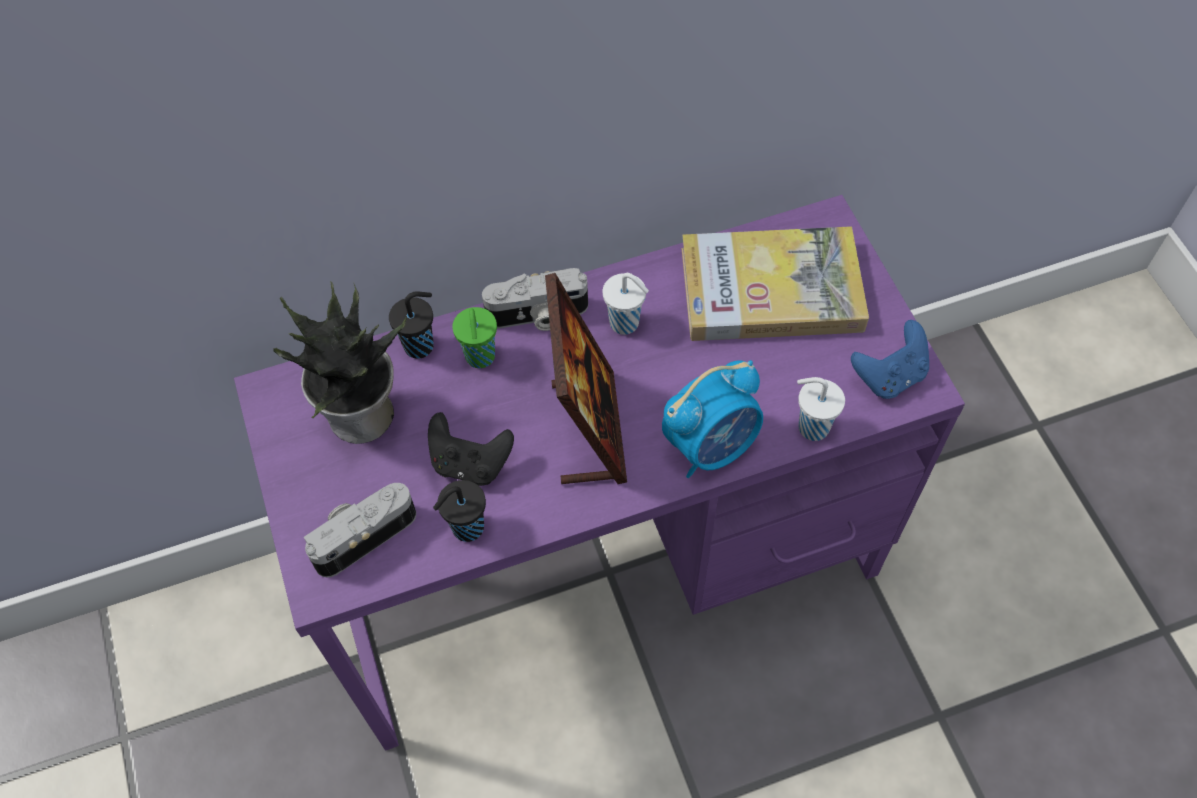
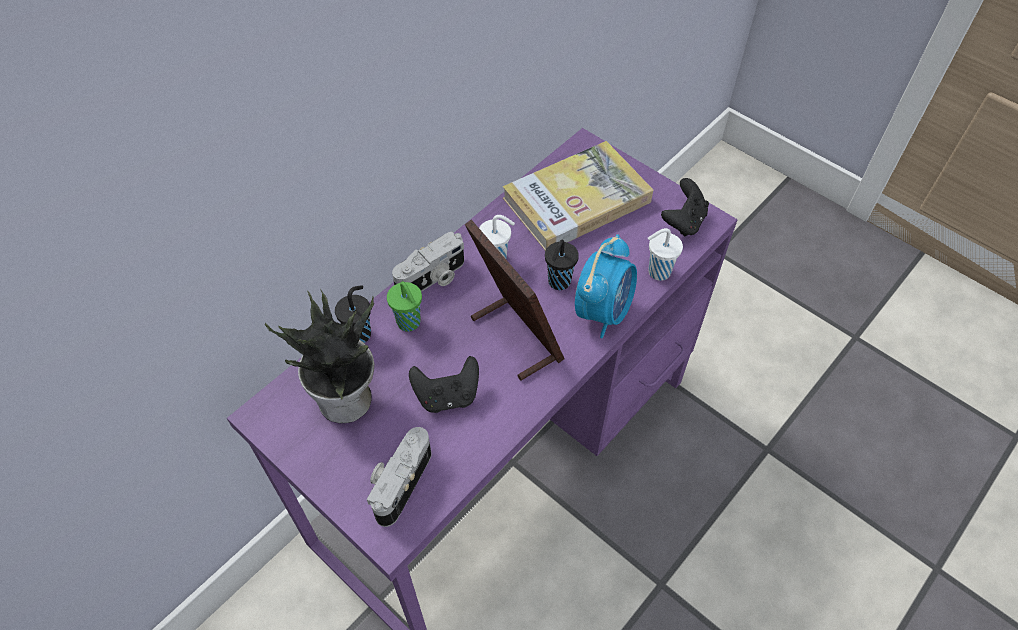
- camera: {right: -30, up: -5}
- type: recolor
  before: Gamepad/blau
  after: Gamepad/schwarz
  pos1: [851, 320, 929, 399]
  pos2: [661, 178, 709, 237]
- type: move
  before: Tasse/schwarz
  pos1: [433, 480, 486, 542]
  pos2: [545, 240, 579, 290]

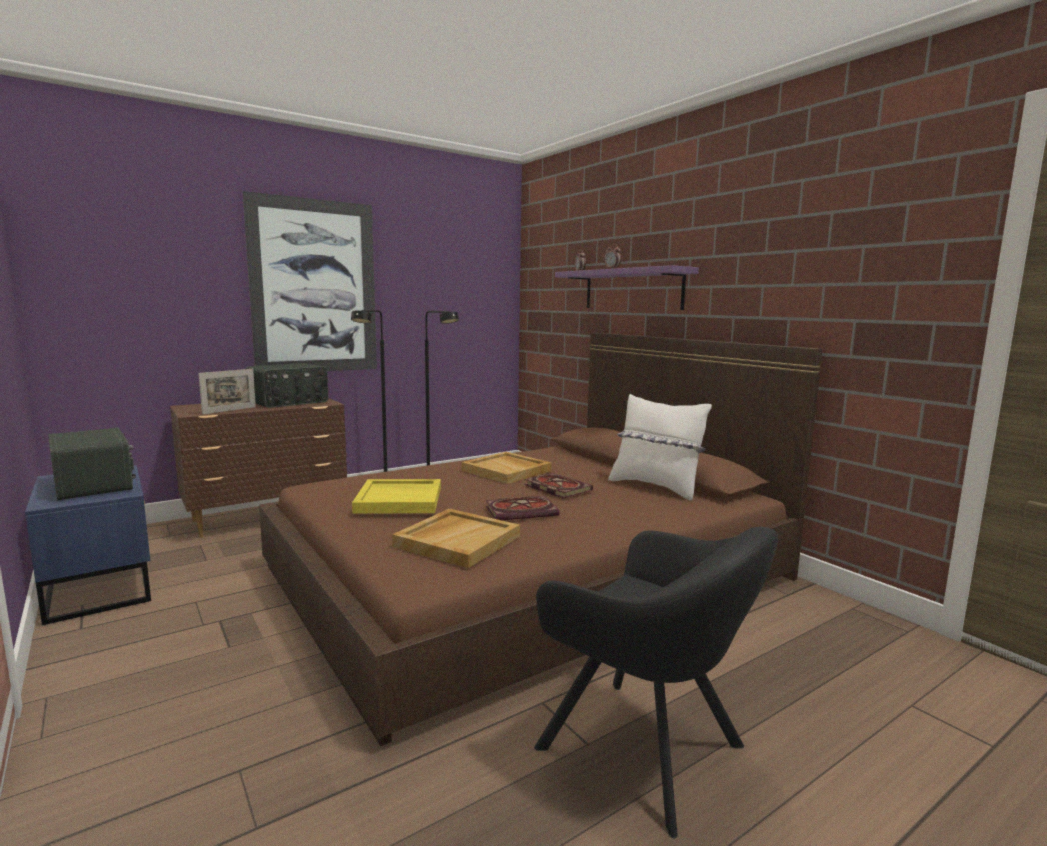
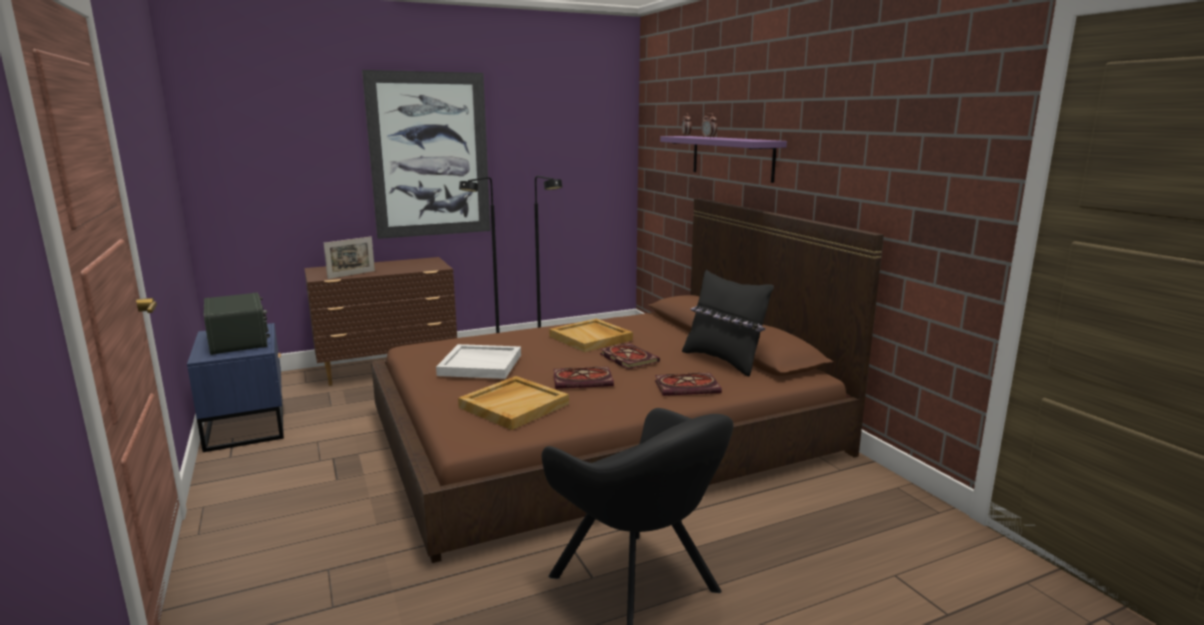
- camera: {right: 10, up: 5}
- type: delete
  before: Radio
  pos1: [246, 363, 328, 408]
- type: recolor
  before: Kissen/weiß
  after: Kissen/schwarz
  pos1: [608, 394, 712, 501]
  pos2: [682, 270, 774, 377]
- type: recolor
  before: Tablett/gelb
  after: Tablett/weiß
  pos1: [352, 479, 441, 514]
  pos2: [436, 344, 521, 379]
- type: insert
  after: Buch
  pos2: [655, 373, 722, 396]

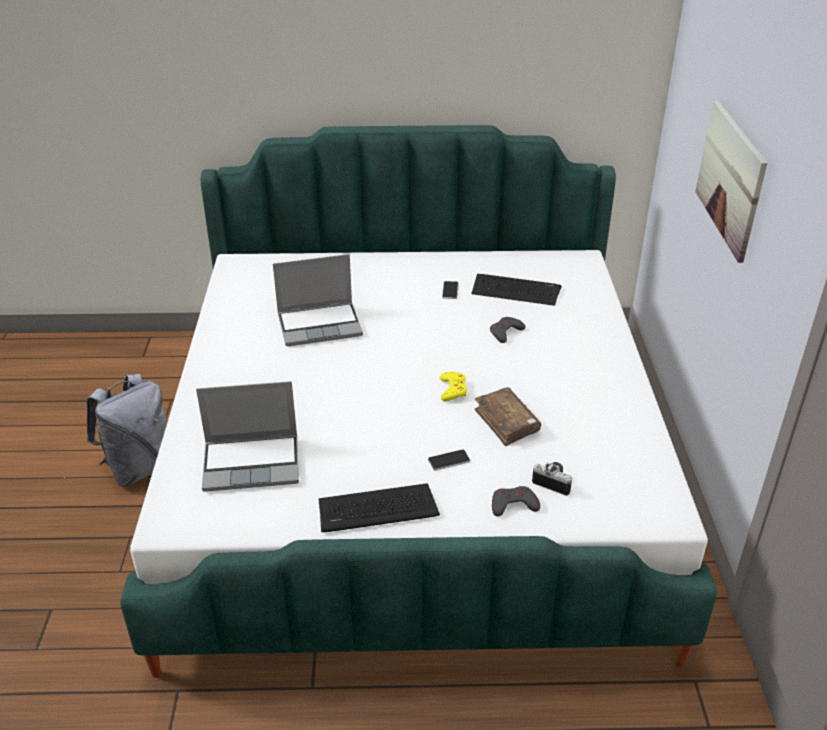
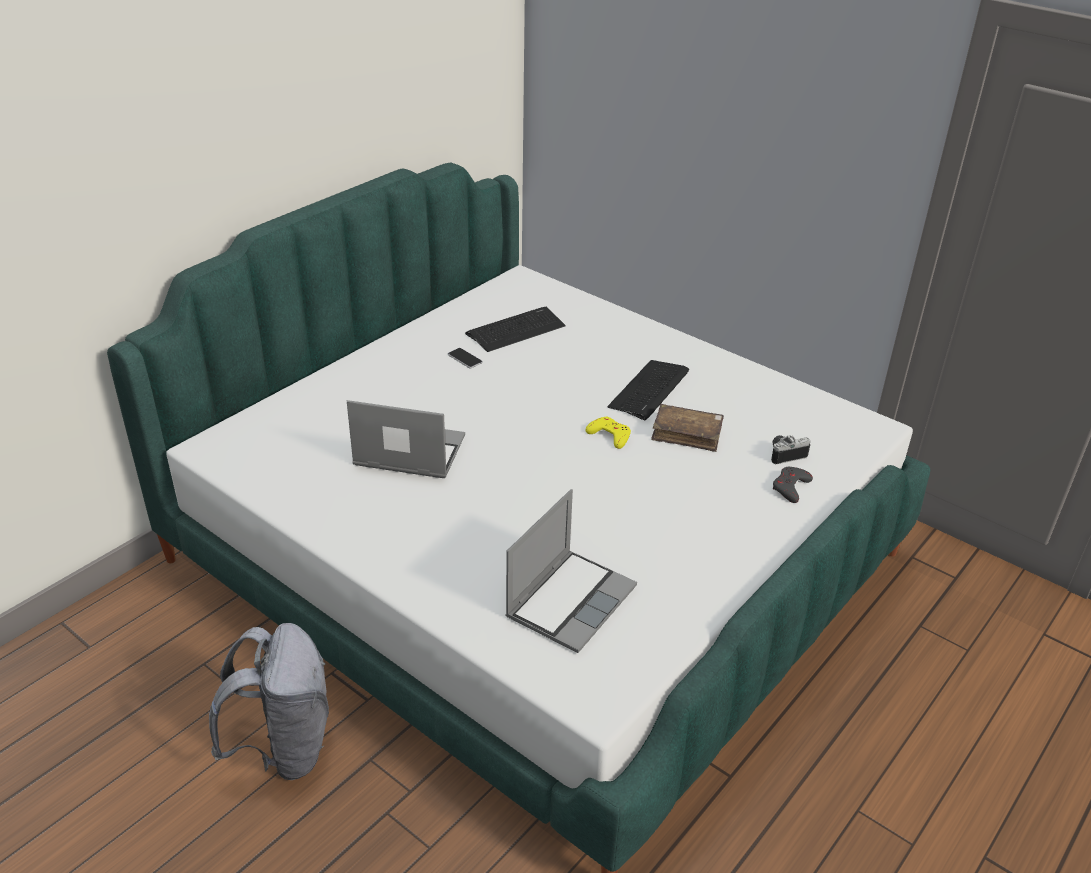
- camera: {right: -50, up: 0}
- type: delete
  before: Bild
  pos1: [695, 101, 767, 263]
- type: rotate
  before: Laptop
  pos1: [273, 254, 363, 346]
  pos2: [347, 400, 465, 478]
  turn: -105
- type: delete
  before: Gamepad/grau
  pos1: [490, 317, 525, 343]
- type: delete
  before: Handy
  pos1: [428, 449, 470, 471]
- type: move
  before: Tastatur
  pos1: [319, 483, 440, 532]
  pos2: [607, 360, 689, 420]

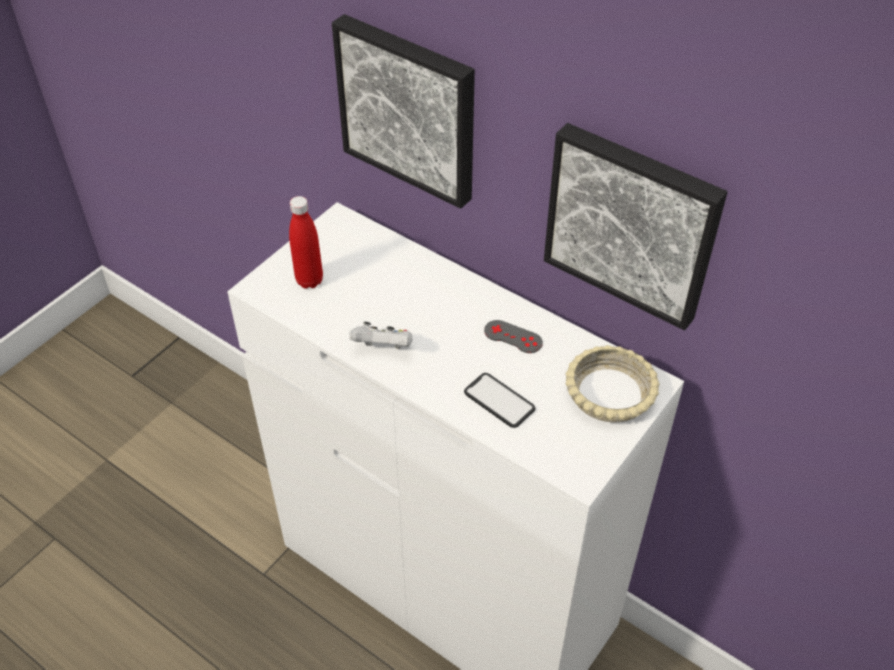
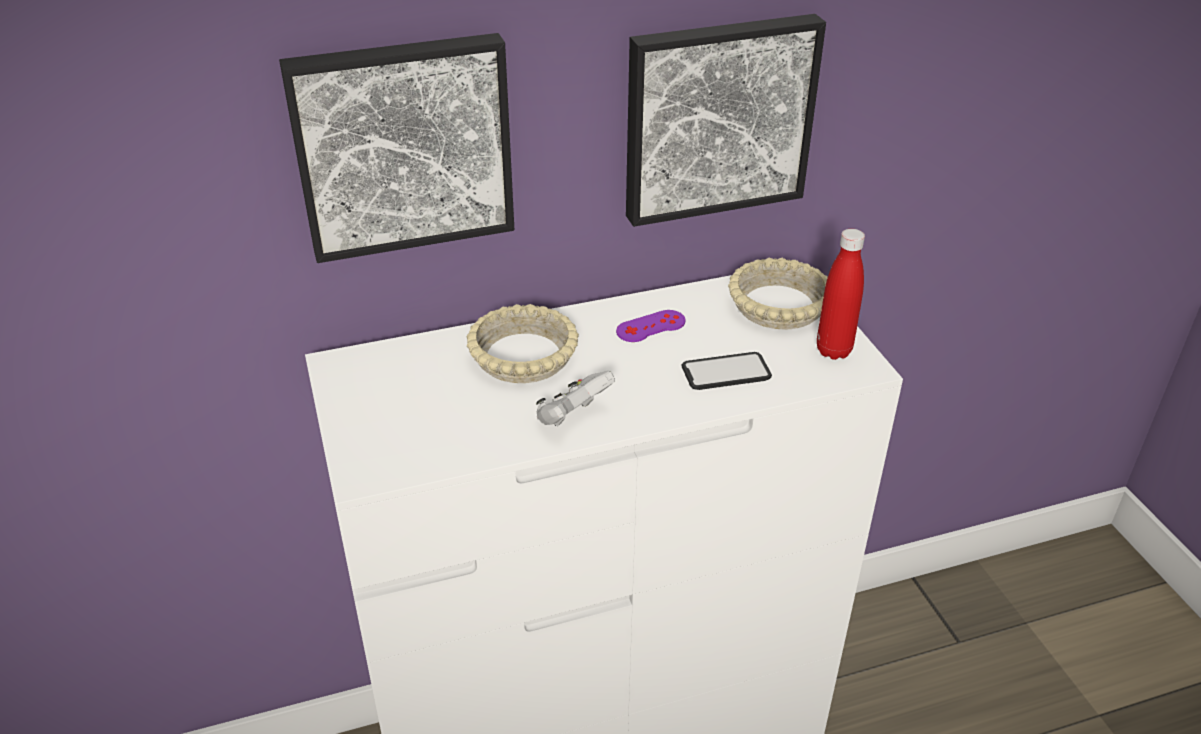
- camera: {right: -55, up: -10}
- type: move
  before: Flasche/rot
  pos1: [289, 196, 323, 289]
  pos2: [817, 229, 865, 360]
- type: recolor
  before: Gamepad/grau
  after: Gamepad/lila
  pos1: [484, 320, 543, 353]
  pos2: [616, 310, 686, 342]
- type: insert
  after: Schüssel/beige
  pos2: [467, 304, 579, 383]

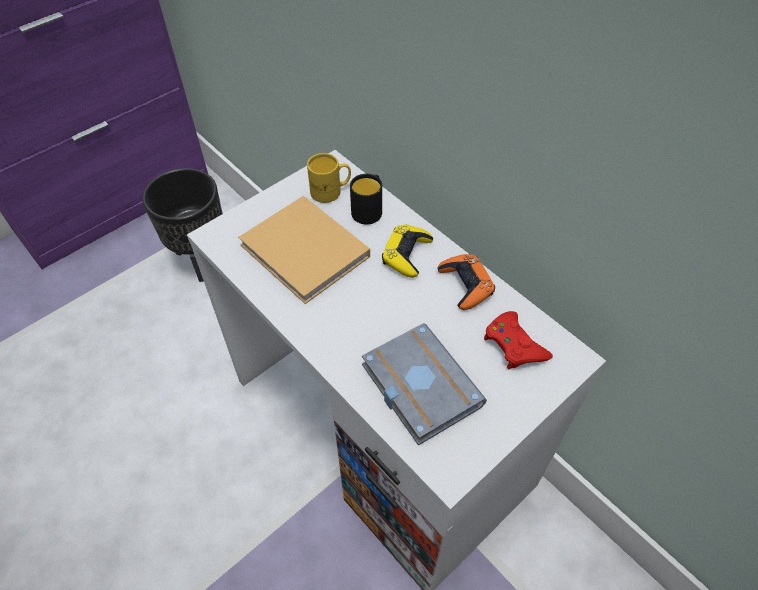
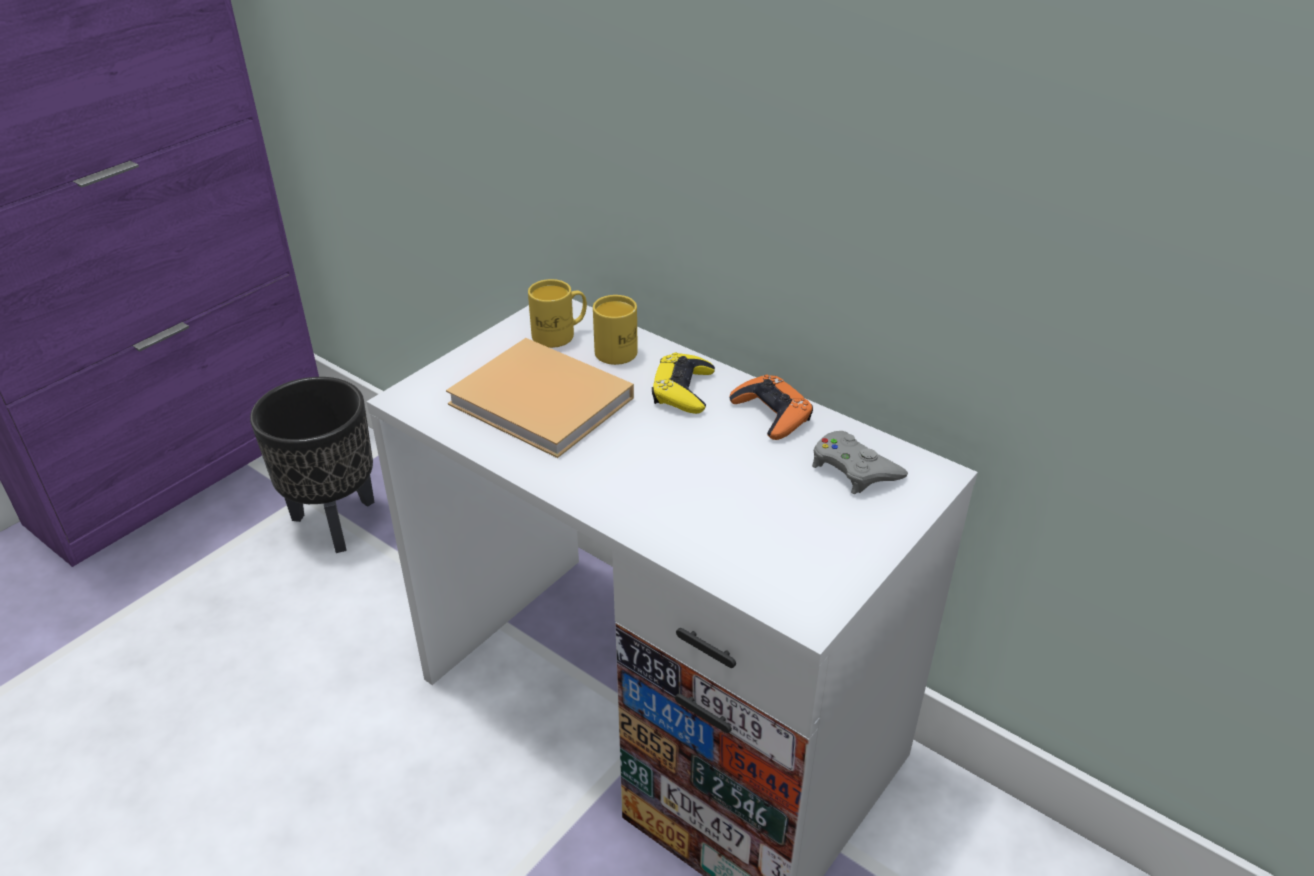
- camera: {right: -10, up: -15}
- type: recolor
  before: Henkelbecher/schwarz
  after: Henkelbecher/gelb
  pos1: [350, 174, 382, 225]
  pos2: [593, 295, 638, 365]
- type: recolor
  before: Gamepad/rot
  after: Gamepad/grau
  pos1: [484, 311, 553, 369]
  pos2: [812, 431, 908, 494]
- type: delete
  before: Buch/grau
  pos1: [362, 323, 487, 446]

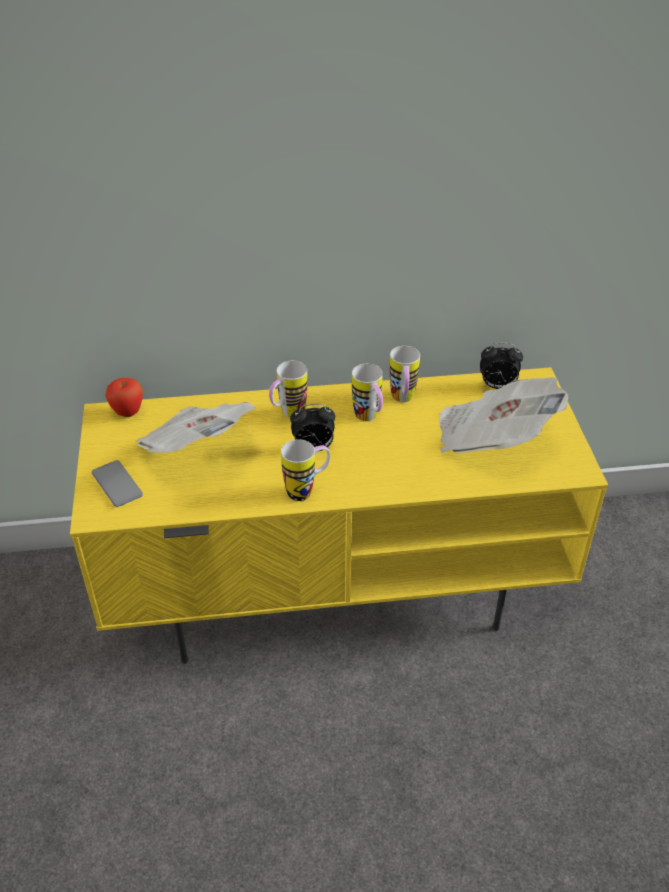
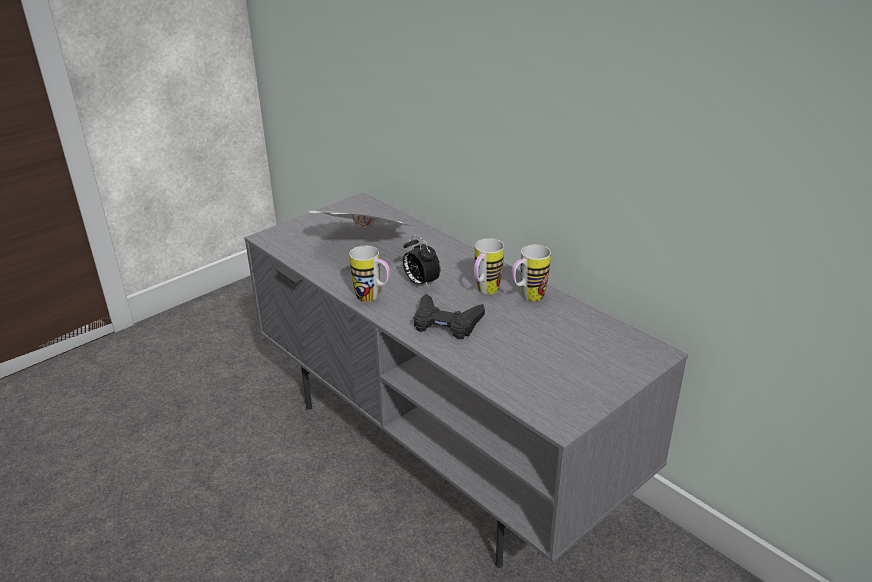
- camera: {right: 55, up: -10}
- type: delete
  before: Wecker
  pos1: [480, 343, 523, 389]
- type: delete
  before: Henkelbecher
  pos1: [269, 361, 307, 418]
- type: recolor
  before: Fernsehschrank/gelb
  after: Fernsehschrank/grau
  pos1: [70, 367, 608, 664]
  pos2: [244, 192, 688, 568]
- type: delete
  before: Zeitung
  pos1: [439, 377, 568, 453]
- type: delete
  before: Apfel
  pos1: [105, 378, 143, 417]
- type: delete
  before: Handy
  pos1: [92, 460, 143, 507]
- type: insert
  after: Gamepad/schwarz
  pos2: [414, 294, 485, 339]

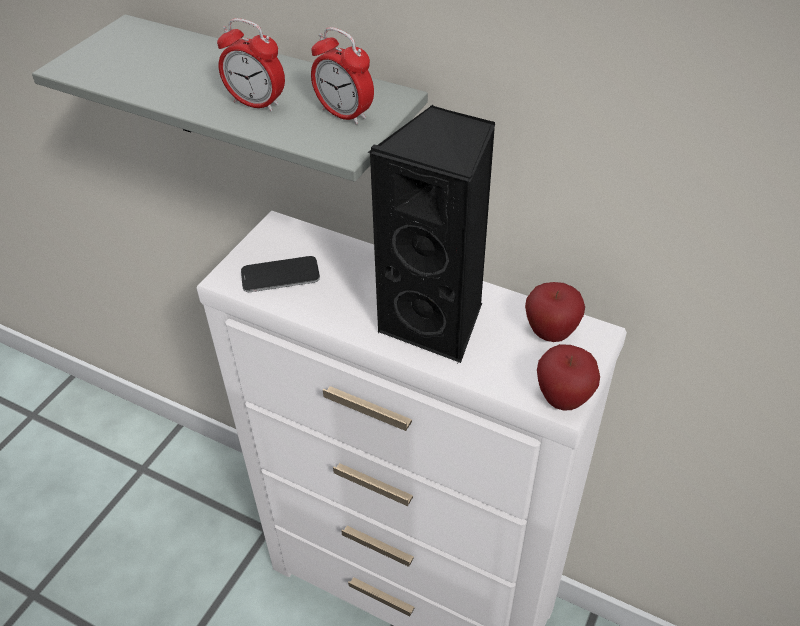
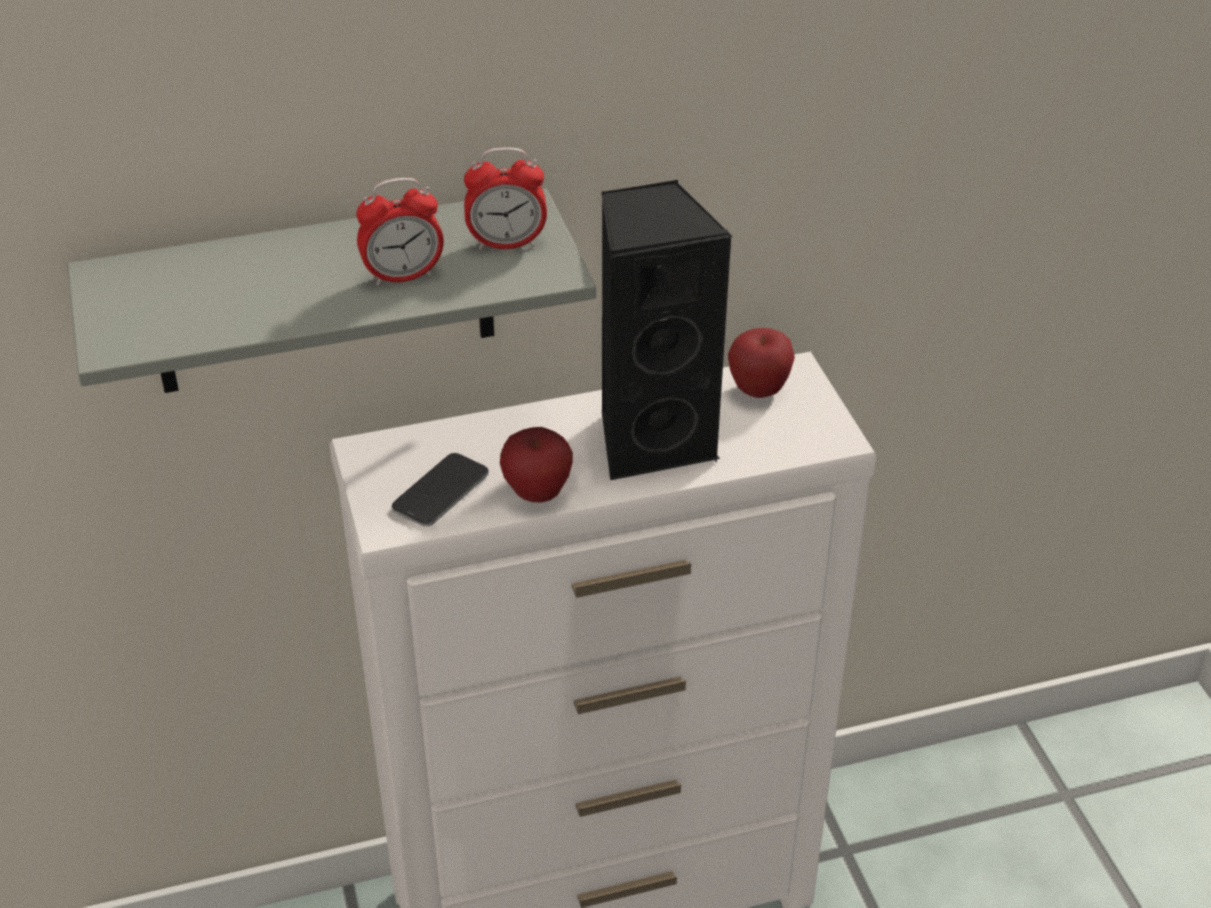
- camera: {right: -45, up: -5}
- type: move
  before: Apfel
  pos1: [537, 344, 600, 410]
  pos2: [500, 427, 573, 503]

